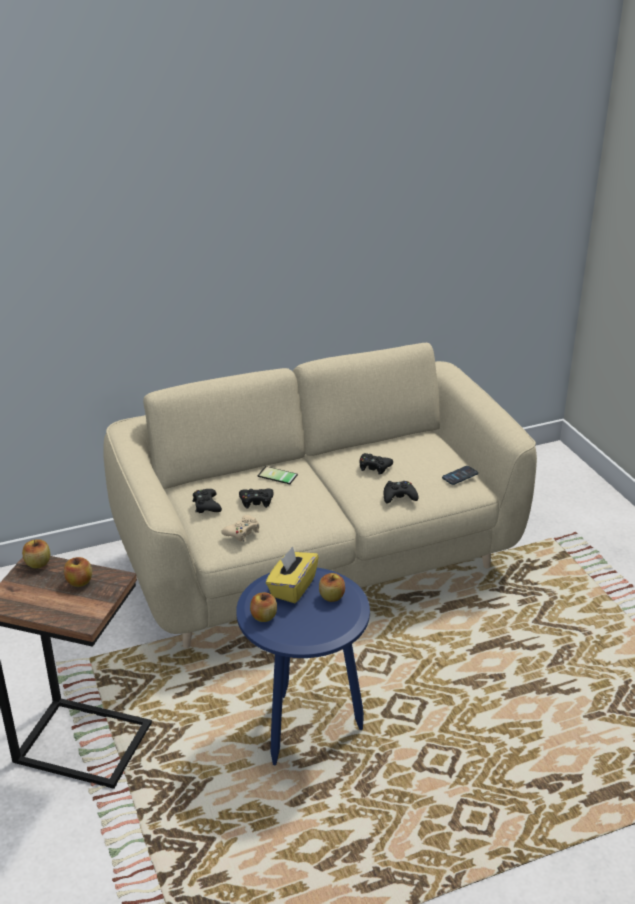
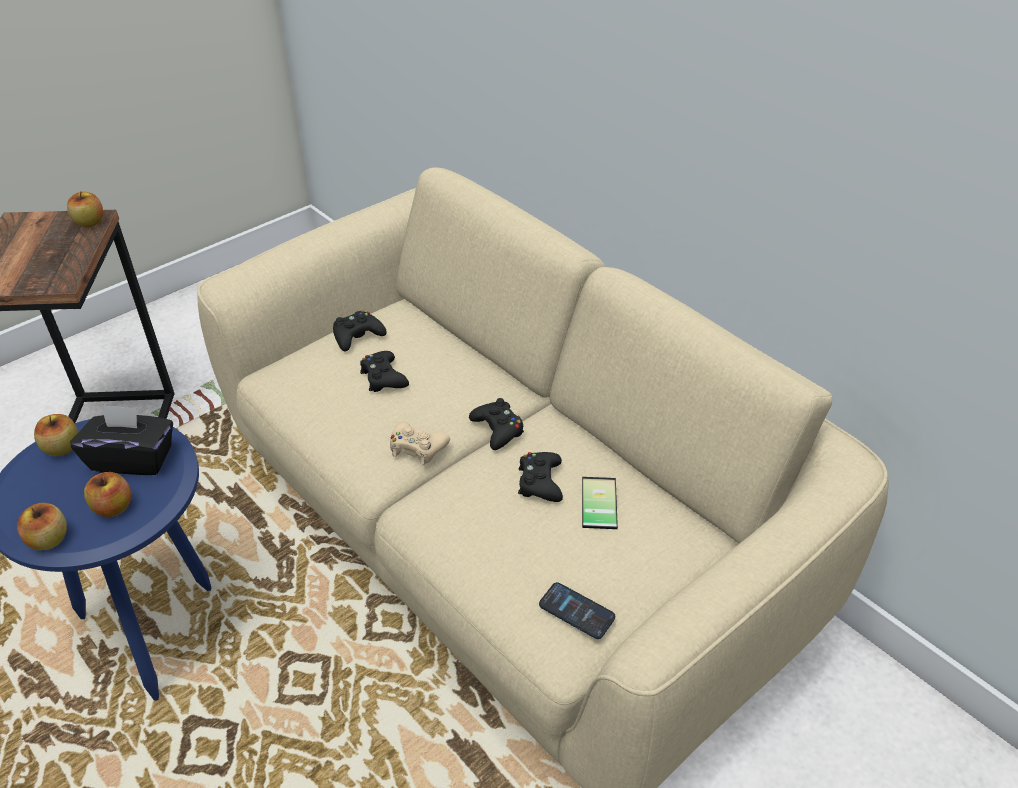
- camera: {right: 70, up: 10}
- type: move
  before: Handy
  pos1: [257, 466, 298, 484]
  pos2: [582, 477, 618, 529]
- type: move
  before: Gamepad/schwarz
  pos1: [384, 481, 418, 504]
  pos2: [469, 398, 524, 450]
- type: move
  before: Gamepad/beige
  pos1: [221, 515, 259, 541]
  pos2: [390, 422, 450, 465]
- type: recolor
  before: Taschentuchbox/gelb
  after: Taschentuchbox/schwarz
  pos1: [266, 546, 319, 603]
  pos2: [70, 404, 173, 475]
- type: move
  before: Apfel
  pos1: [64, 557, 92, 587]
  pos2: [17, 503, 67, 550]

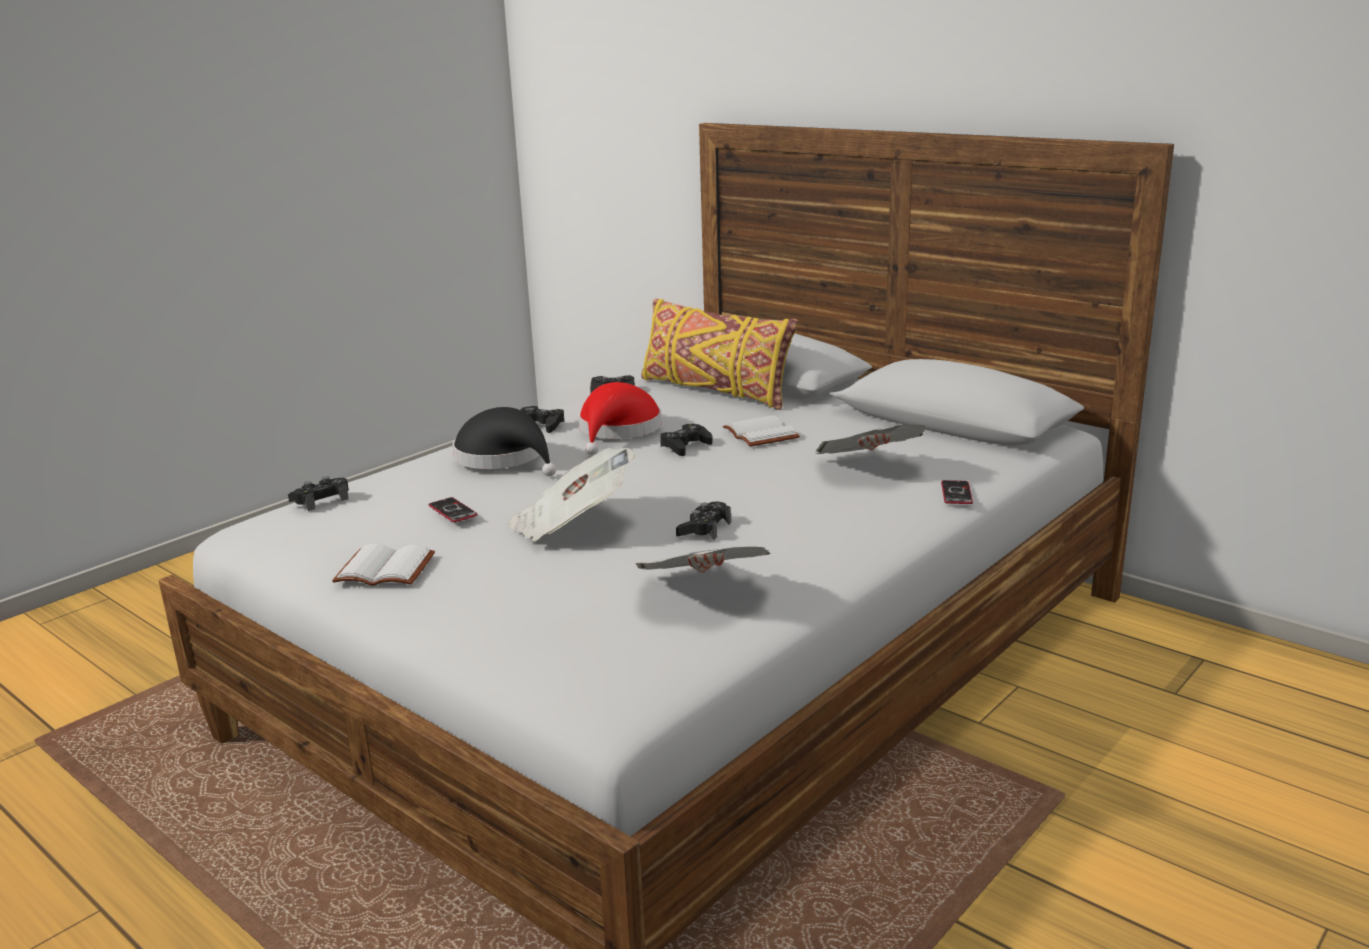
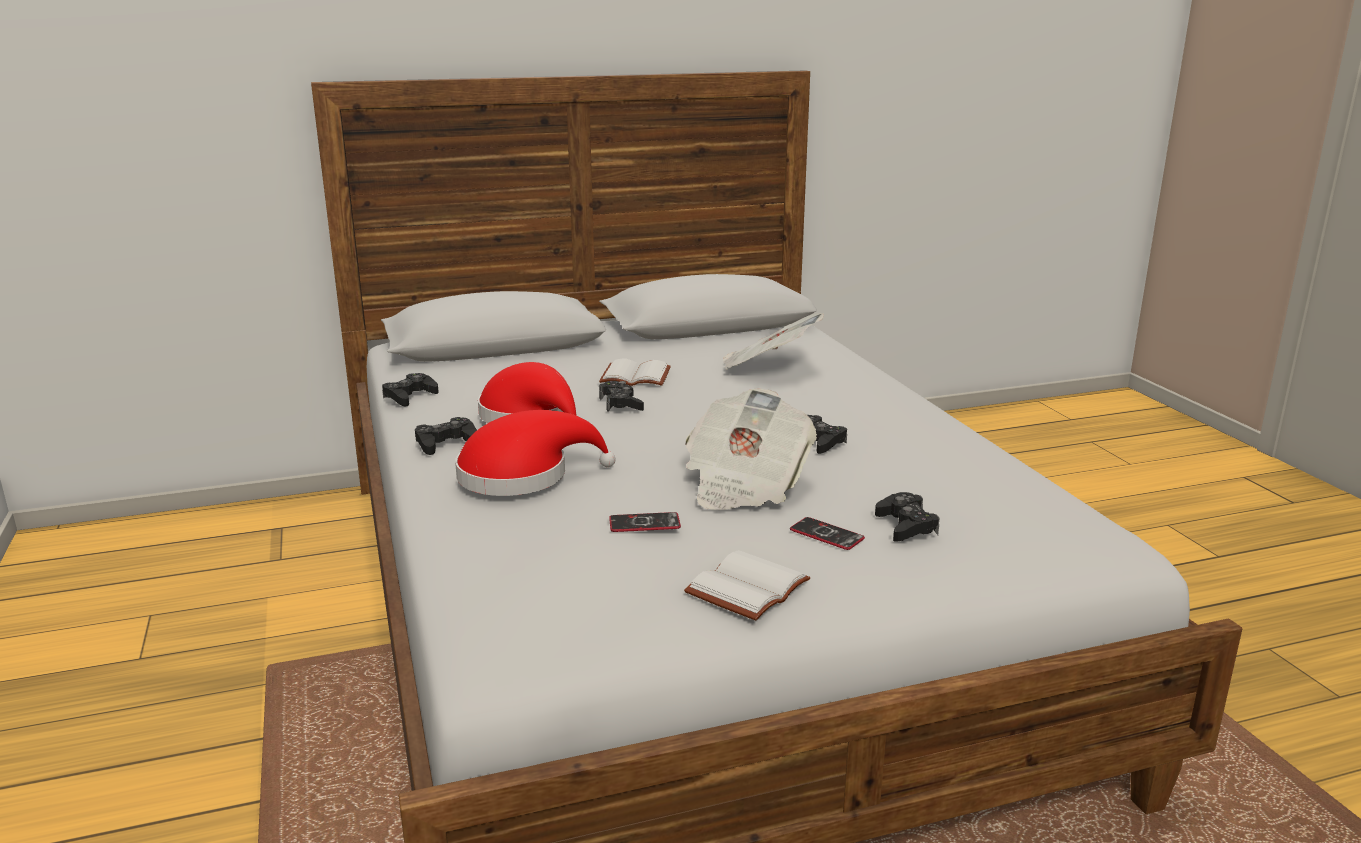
- camera: {right: -60, up: 0}
- type: delete
  before: Kissen/gelb
  pos1: [641, 299, 798, 410]
- type: recolor
  before: Hut/schwarz
  after: Hut/rot
  pos1: [453, 407, 556, 476]
  pos2: [455, 410, 616, 496]
- type: move
  before: Gamepad/schwarz
  pos1: [288, 476, 349, 511]
  pos2: [875, 492, 939, 542]
- type: move
  before: Handy
  pos1: [941, 480, 973, 504]
  pos2: [790, 517, 865, 550]
- type: delete
  before: Zeitung
  pos1: [636, 547, 771, 573]

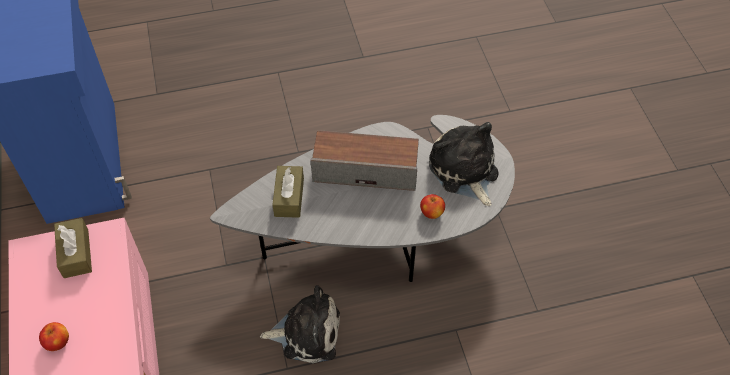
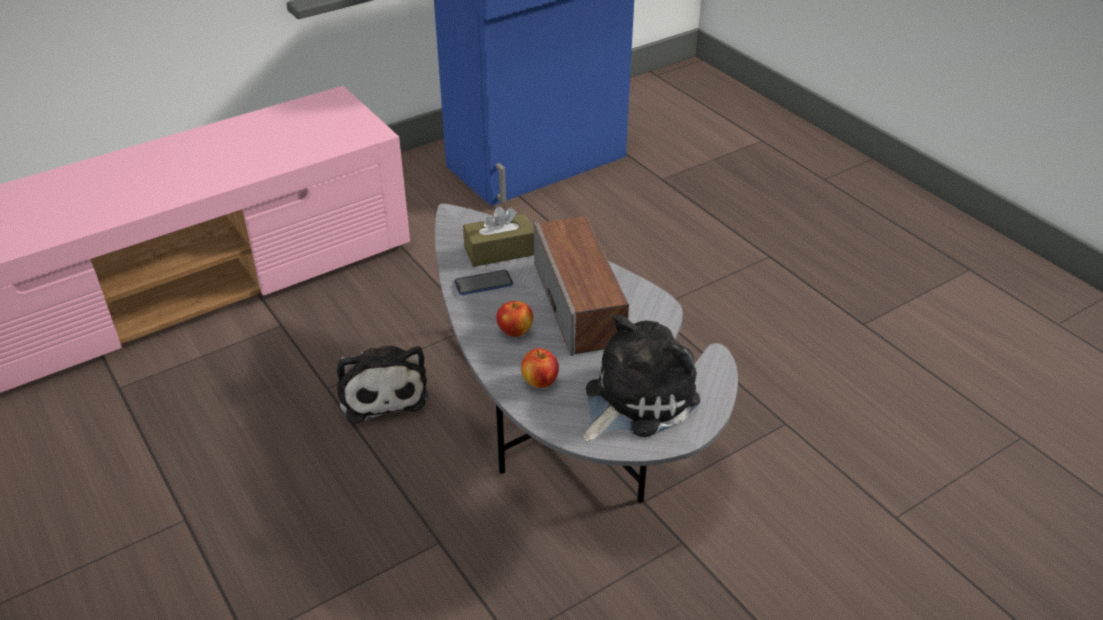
- camera: {right: 70, up: -15}
- type: delete
  before: Taschentuchbox/braun
  pos1: [54, 218, 92, 278]
- type: move
  before: Apfel
  pos1: [39, 322, 69, 351]
  pos2: [496, 301, 533, 337]
- type: insert
  after: Handy
  pos2: [454, 270, 513, 295]

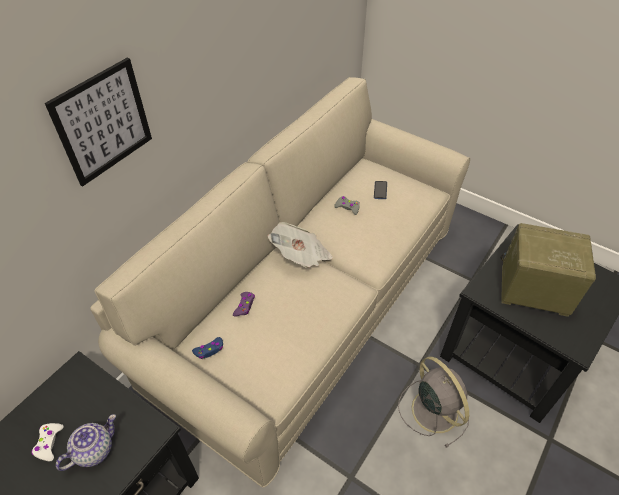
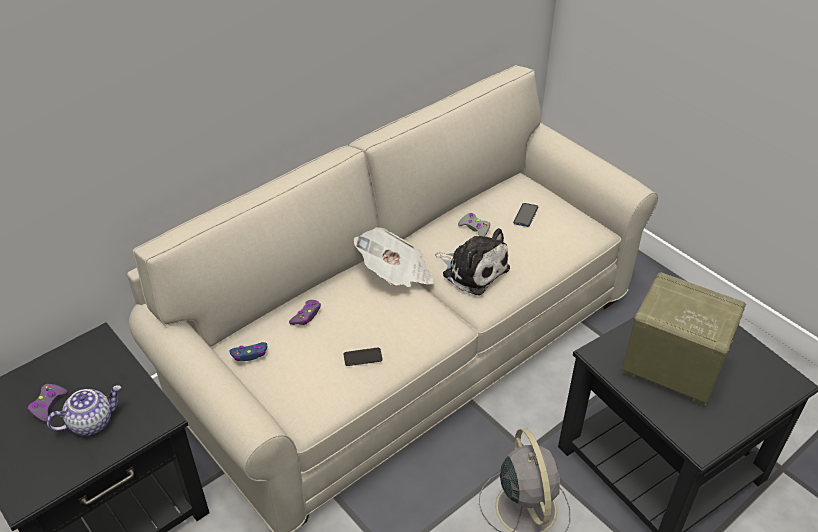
- camera: {right: 15, up: -5}
- type: delete
  before: Bild
  pos1: [45, 57, 152, 186]
- type: recolor
  before: Gamepad/weiß
  after: Gamepad/lila
  pos1: [32, 423, 64, 462]
  pos2: [28, 384, 67, 422]
- type: insert
  after: Plüschtier
  pos2: [435, 228, 510, 296]
- type: insert
  after: Handy
  pos2: [343, 348, 383, 366]

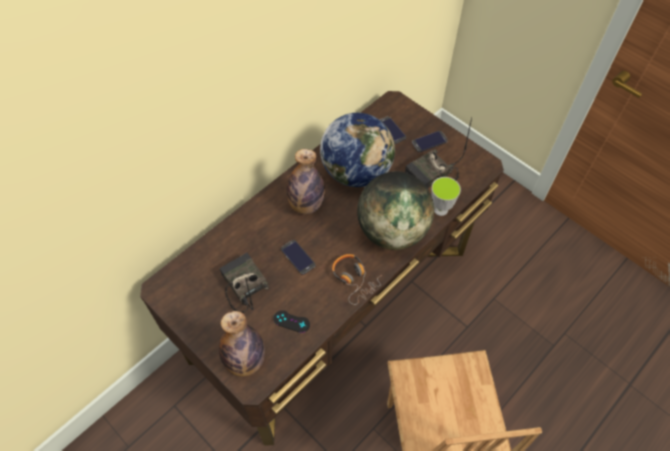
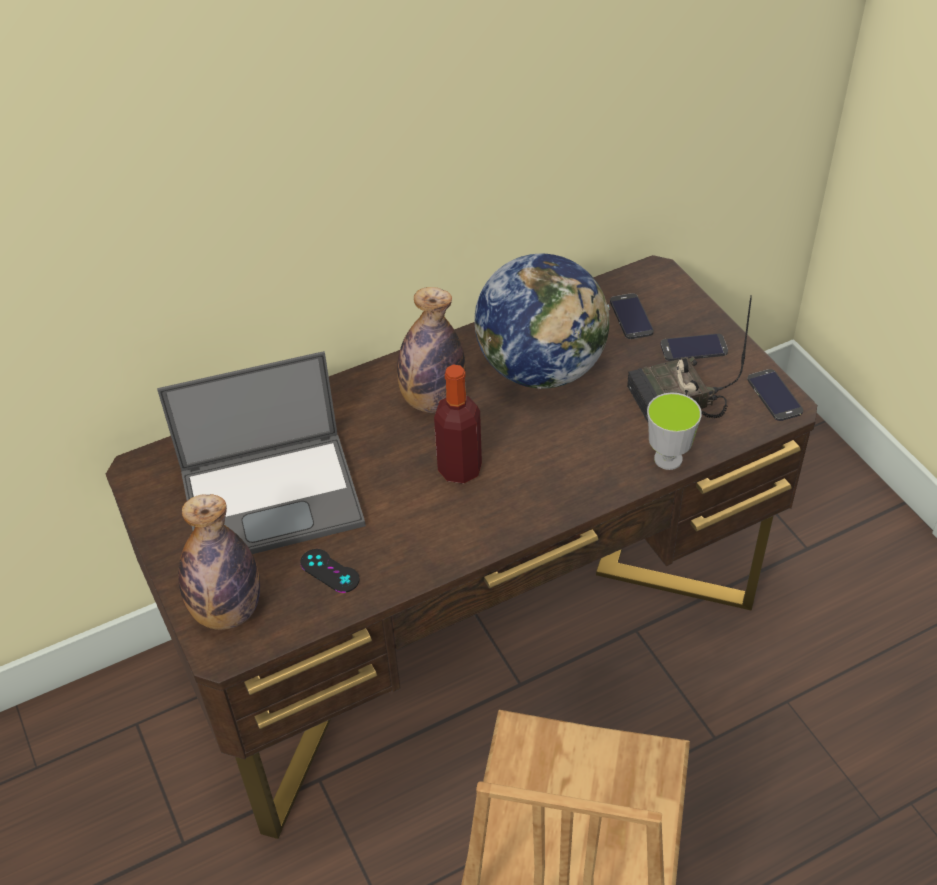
- camera: {right: 20, up: -10}
- type: delete
  before: Globus
  pos1: [357, 171, 434, 250]
- type: move
  before: Handy
  pos1: [281, 240, 315, 275]
  pos2: [747, 369, 803, 421]
- type: replace
  before: Radio
  after: Laptop
  pos1: [219, 253, 269, 313]
  pos2: [157, 351, 366, 554]
- type: delete
  before: Kopfhörer
  pos1: [332, 254, 382, 305]
- type: insert
  after: Flasche
  pos2: [434, 365, 482, 484]

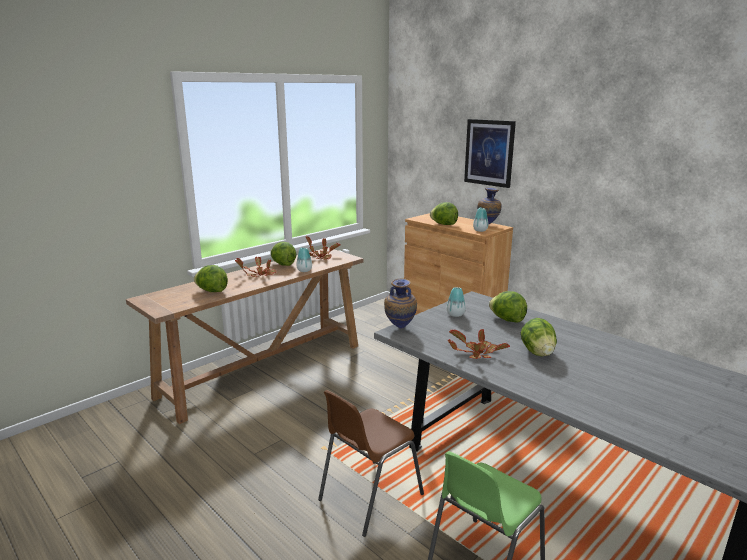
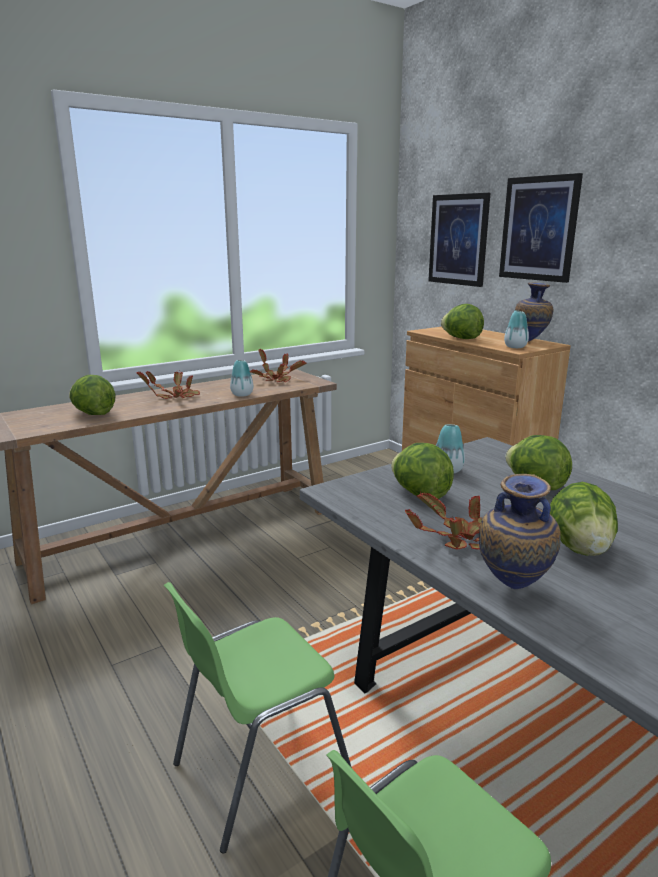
- camera: {right: 10, up: 0}
- type: move
  before: Salatkopf
  pos1: [270, 242, 296, 266]
  pos2: [391, 443, 454, 499]
- type: move
  before: Vase
  pos1: [384, 278, 417, 329]
  pos2: [479, 474, 561, 589]
- type: recolor
  before: Stuhl/braun
  after: Stuhl/grün
  pos1: [318, 390, 424, 537]
  pos2: [163, 582, 352, 854]
- type: insert
  after: Bild
  pos2: [428, 193, 490, 287]

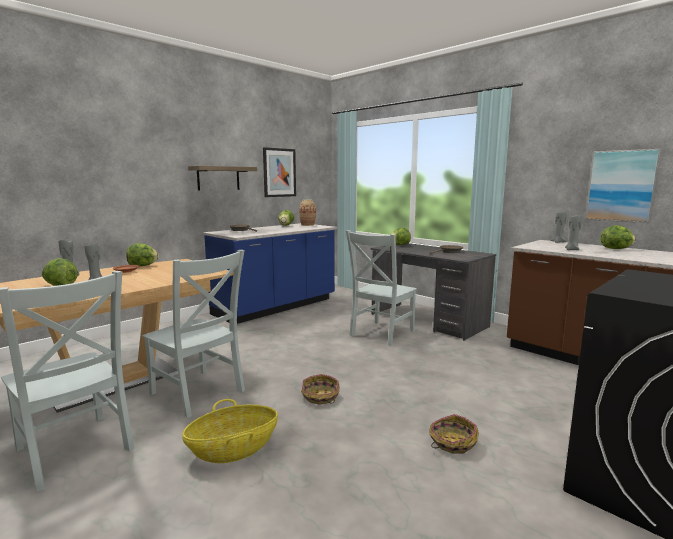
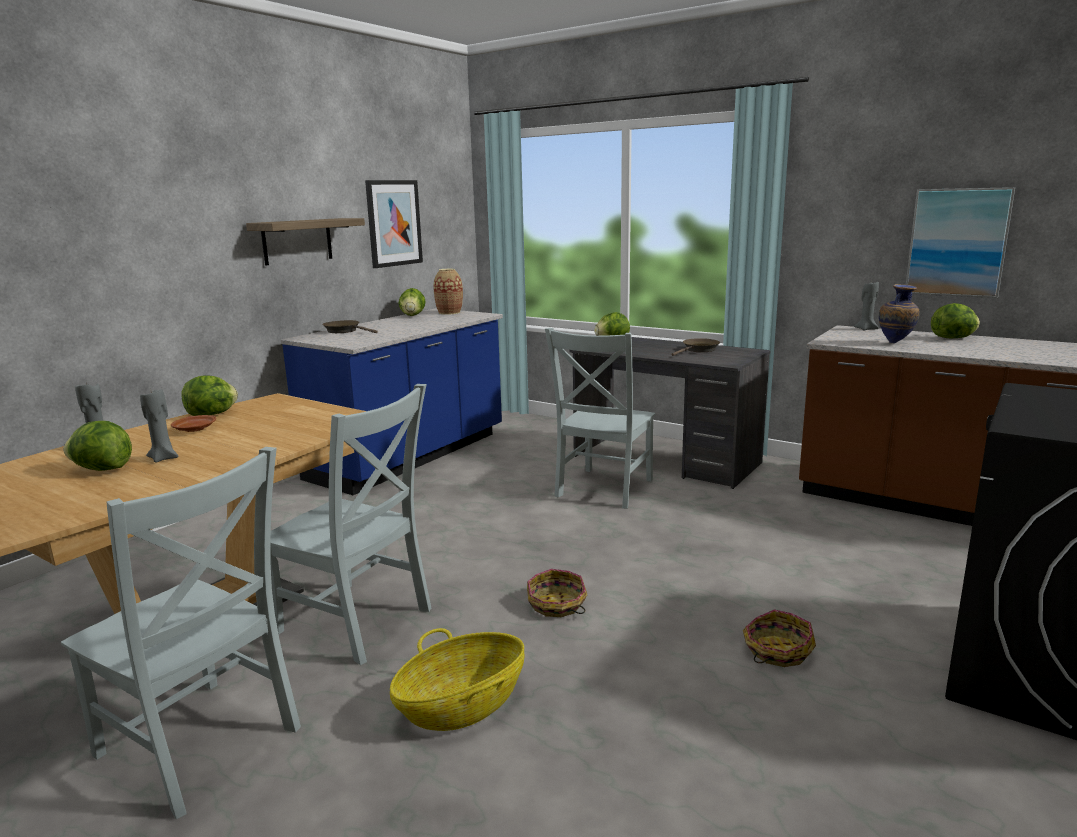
- camera: {right: -10, up: 5}
- type: replace
  before: Kerze/grau
  after: Vase
  pos1: [565, 215, 582, 250]
  pos2: [879, 284, 920, 343]

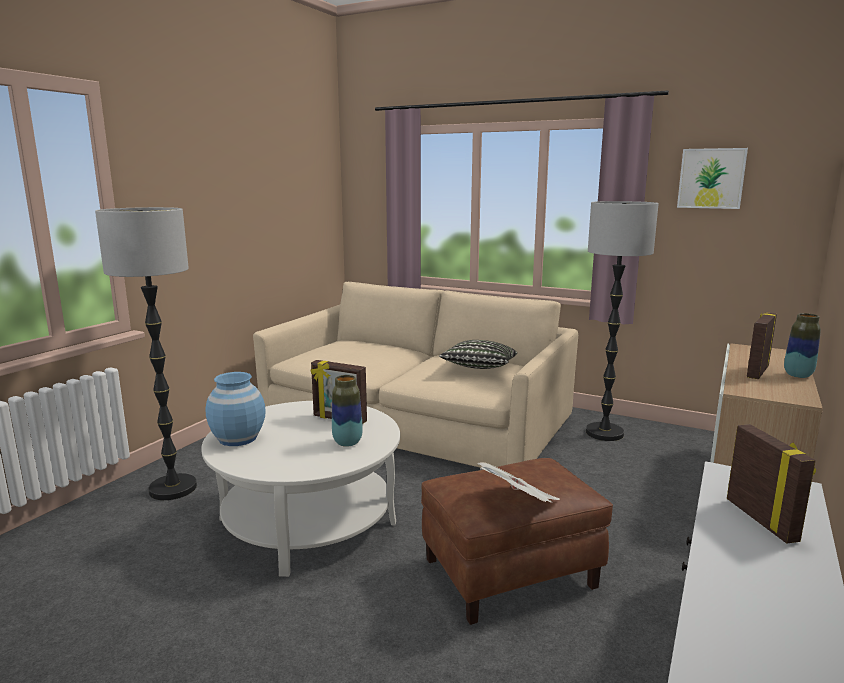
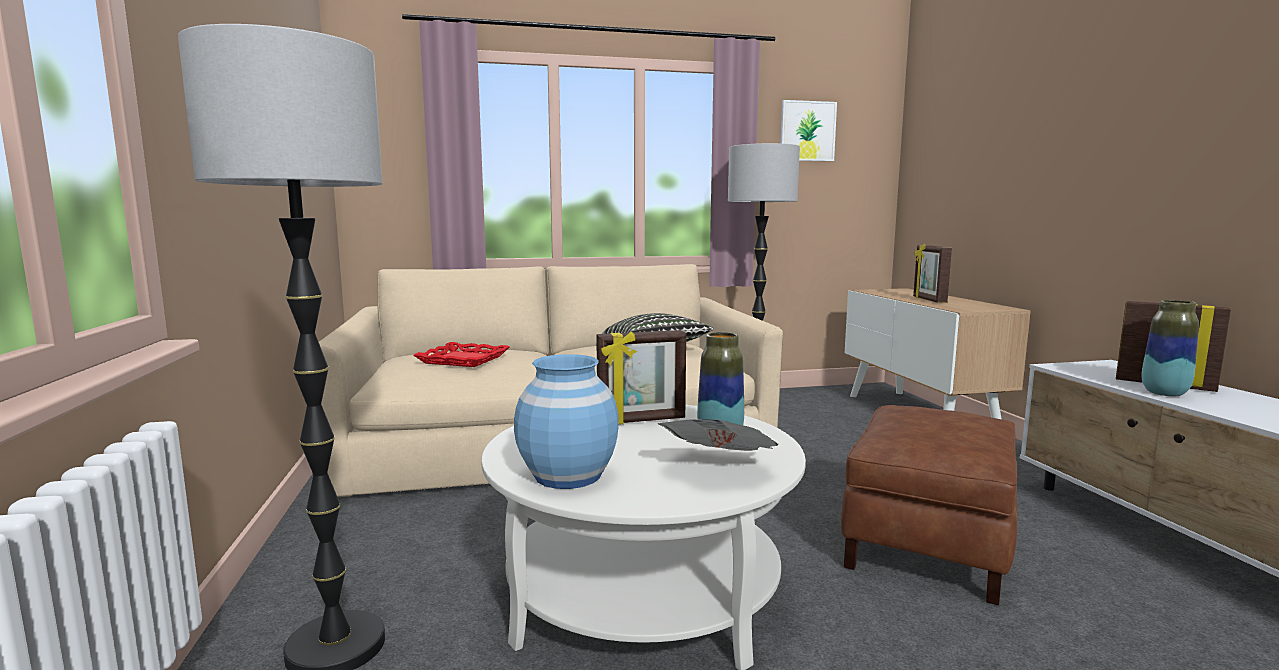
- camera: {right: -40, up: -5}
- type: move
  before: Vase
  pos1: [784, 313, 821, 378]
  pos2: [1142, 300, 1199, 396]
- type: move
  before: Zeitung
  pos1: [477, 462, 560, 503]
  pos2: [657, 419, 778, 451]
- type: insert
  after: Tablett/rot
  pos2: [413, 342, 510, 367]

